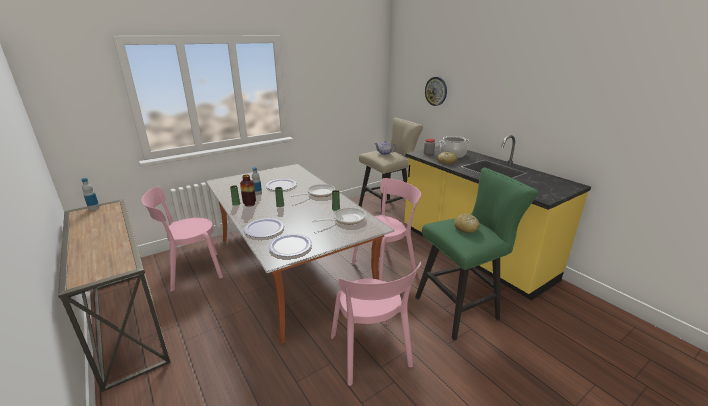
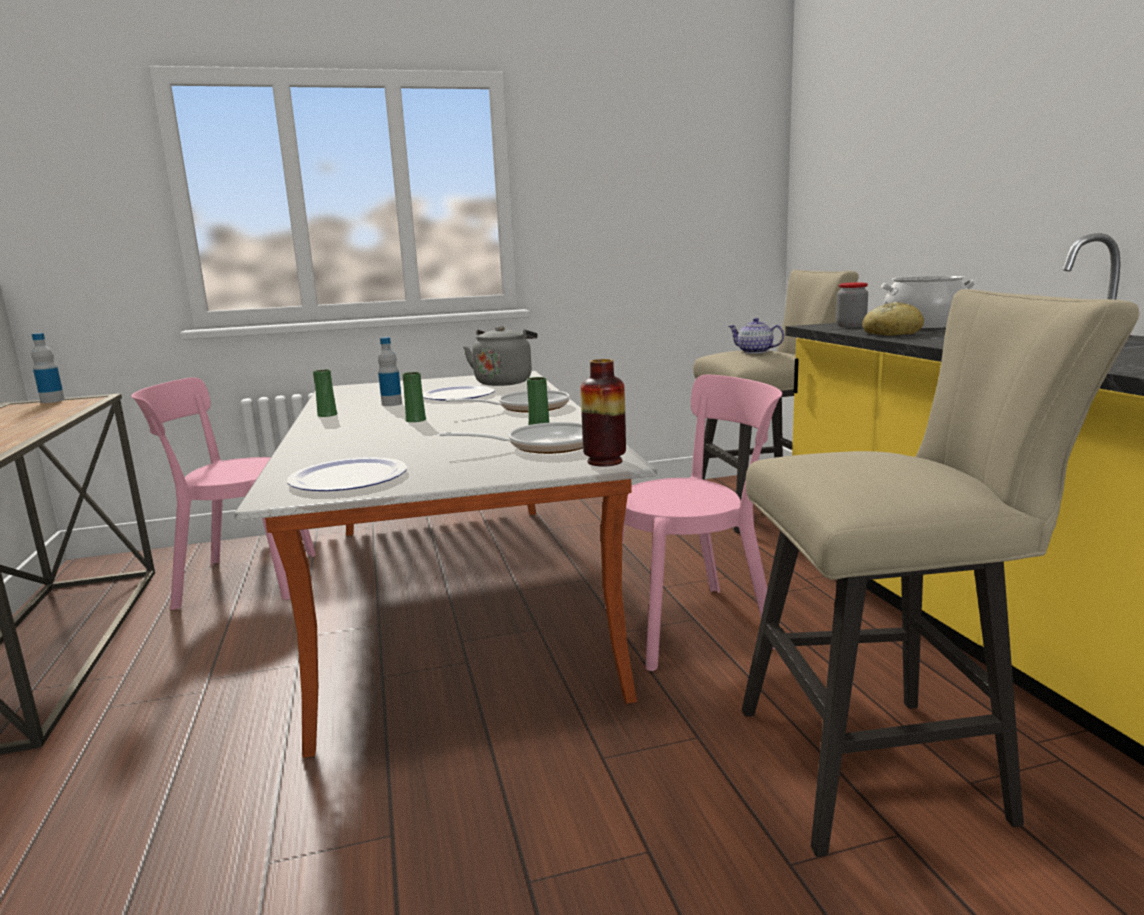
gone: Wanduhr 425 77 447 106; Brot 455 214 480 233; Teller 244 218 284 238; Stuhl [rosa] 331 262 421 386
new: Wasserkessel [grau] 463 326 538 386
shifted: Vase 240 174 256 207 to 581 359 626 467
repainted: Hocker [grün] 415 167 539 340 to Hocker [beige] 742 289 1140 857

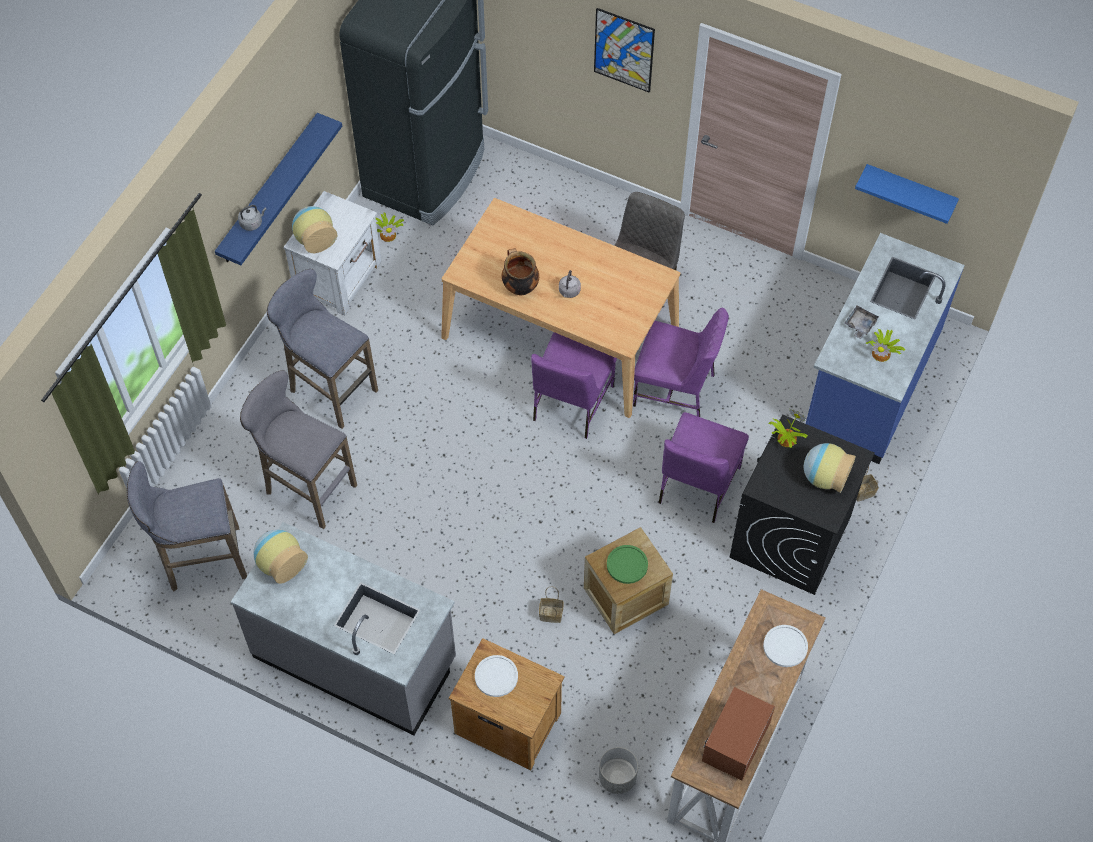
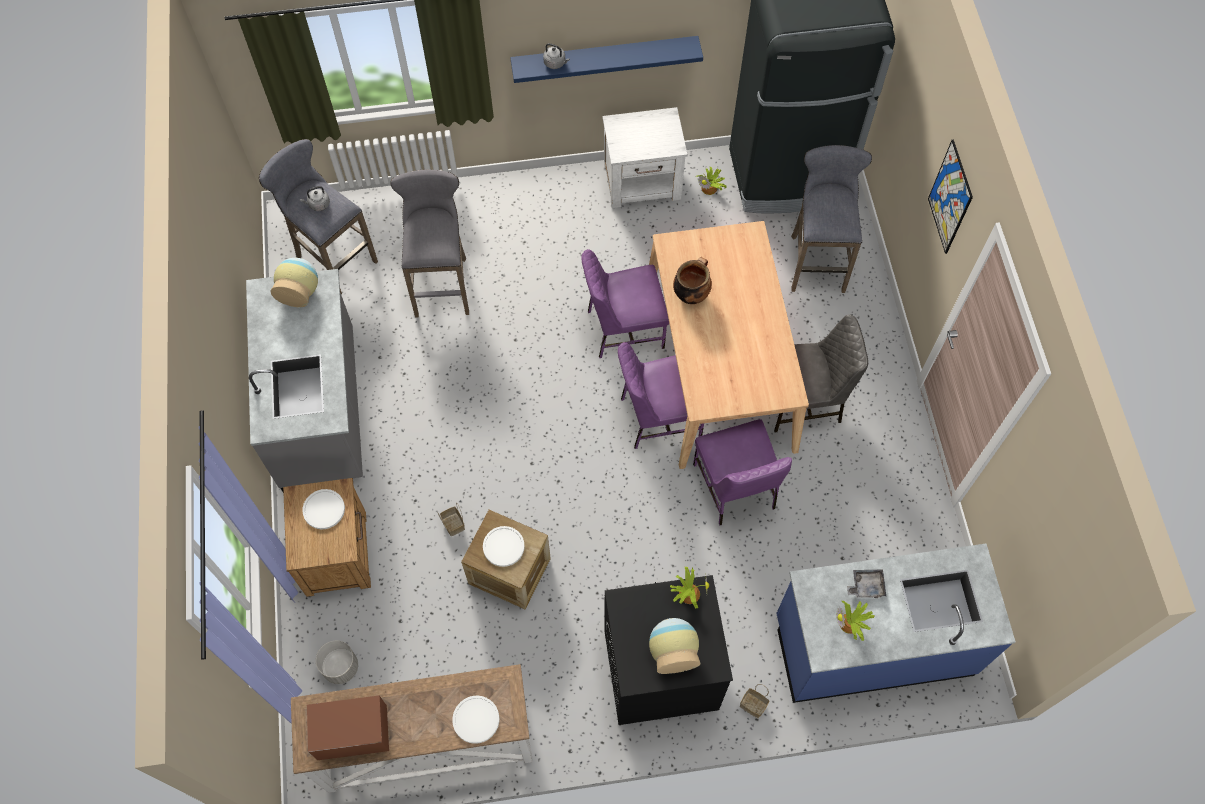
gone: Wandregal [blau] 855 164 959 224; Vase 292 206 337 253
shifted: Hocker [grau] 267 269 378 429 to 791 145 872 293; Wasserkessel [grau] 559 270 581 298 to 300 186 330 211; Stuhl [lila] 659 412 749 523 to 581 249 669 358
repainted: Teller [grün] 607 545 648 584 to Teller [weiß] 483 526 525 567

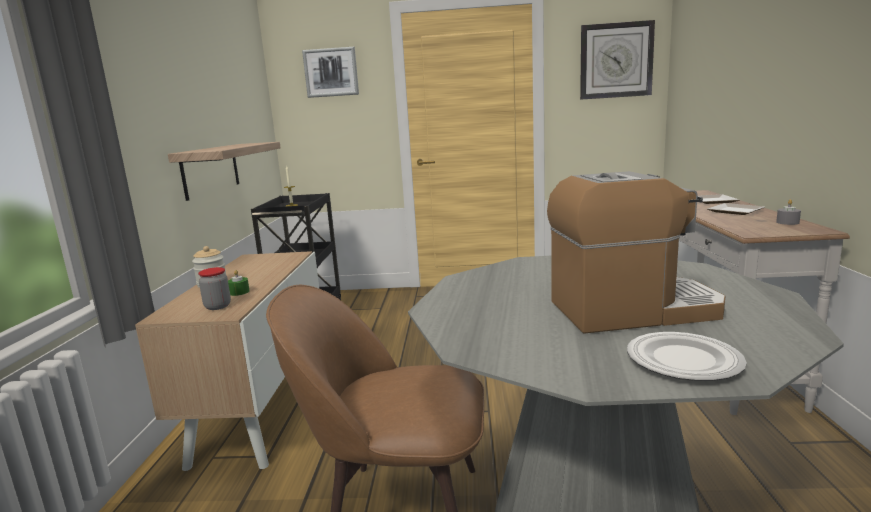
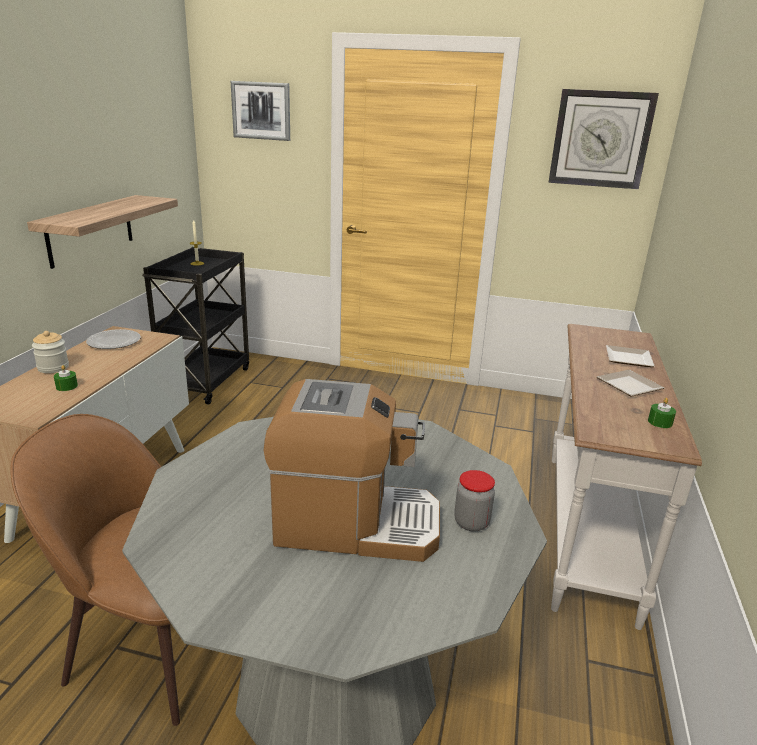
shifted: Vorratsglas 198 267 231 310 to 454 470 495 532; Teller 627 332 747 381 to 86 329 141 349
repainted: Kerze [grau] 776 200 801 225 to Kerze [grün] 648 398 676 428

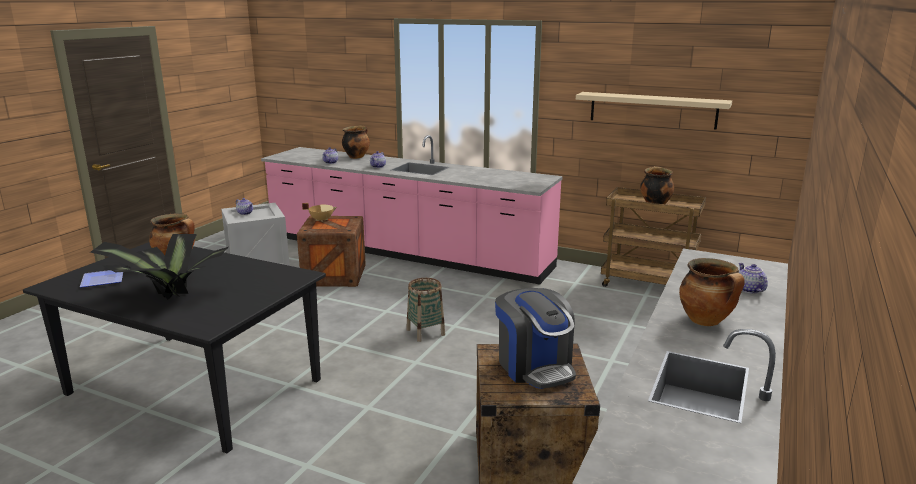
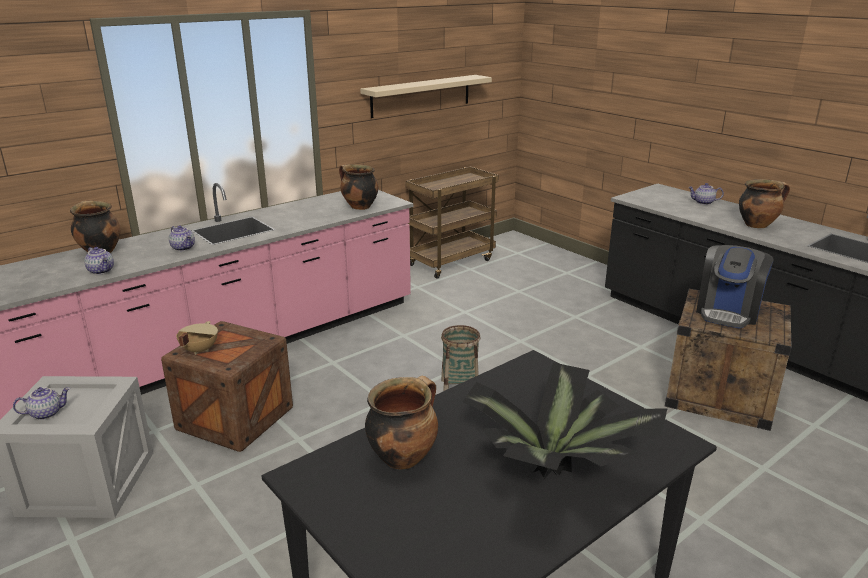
gone: Teller 80 270 123 287
shifted: Kochtopf 640 166 674 204 to 339 164 379 210
rotated: Kaffeemaschine 495 288 576 389 = 696 245 774 328 120 degrees clockwise

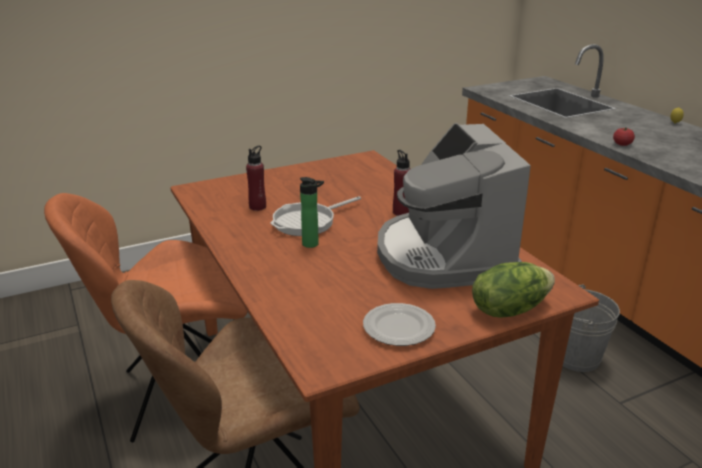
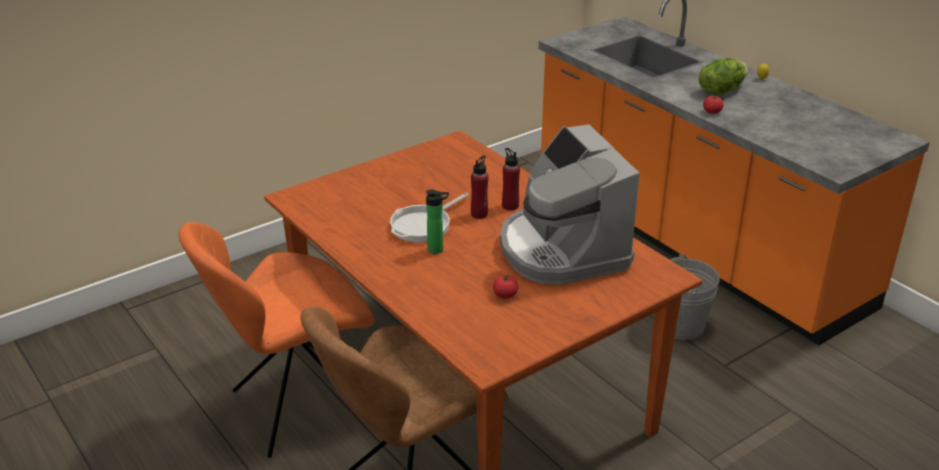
gone: Teller 363 303 436 346
new: Tomate 493 274 518 299
shifted: Flasche [rot] 246 146 266 211 to 471 155 488 219; Salatkopf 472 262 555 318 to 699 58 748 94

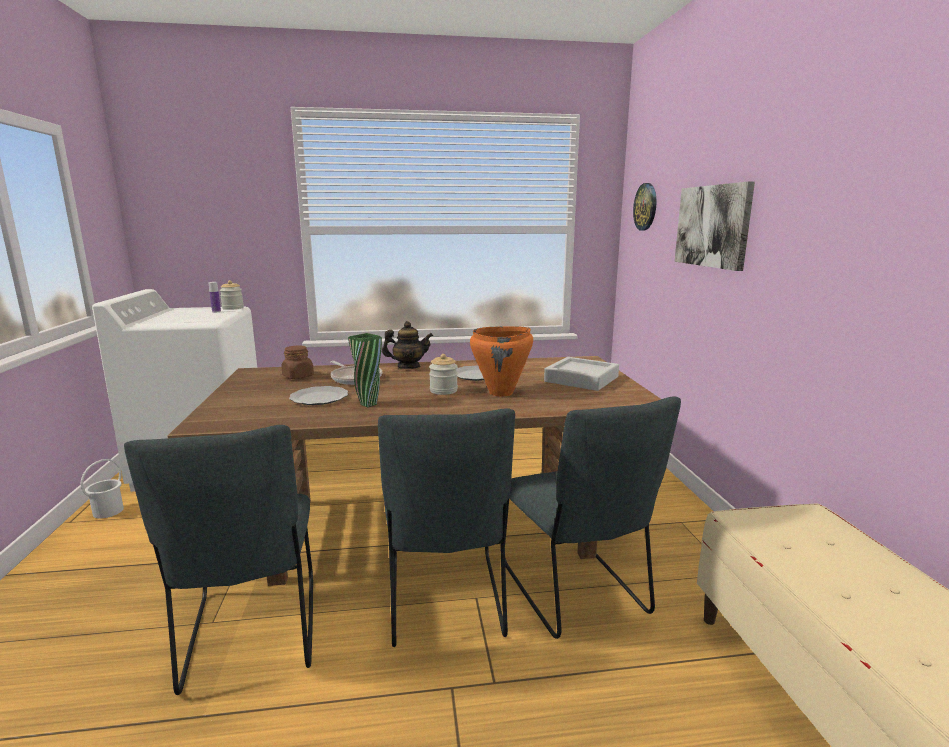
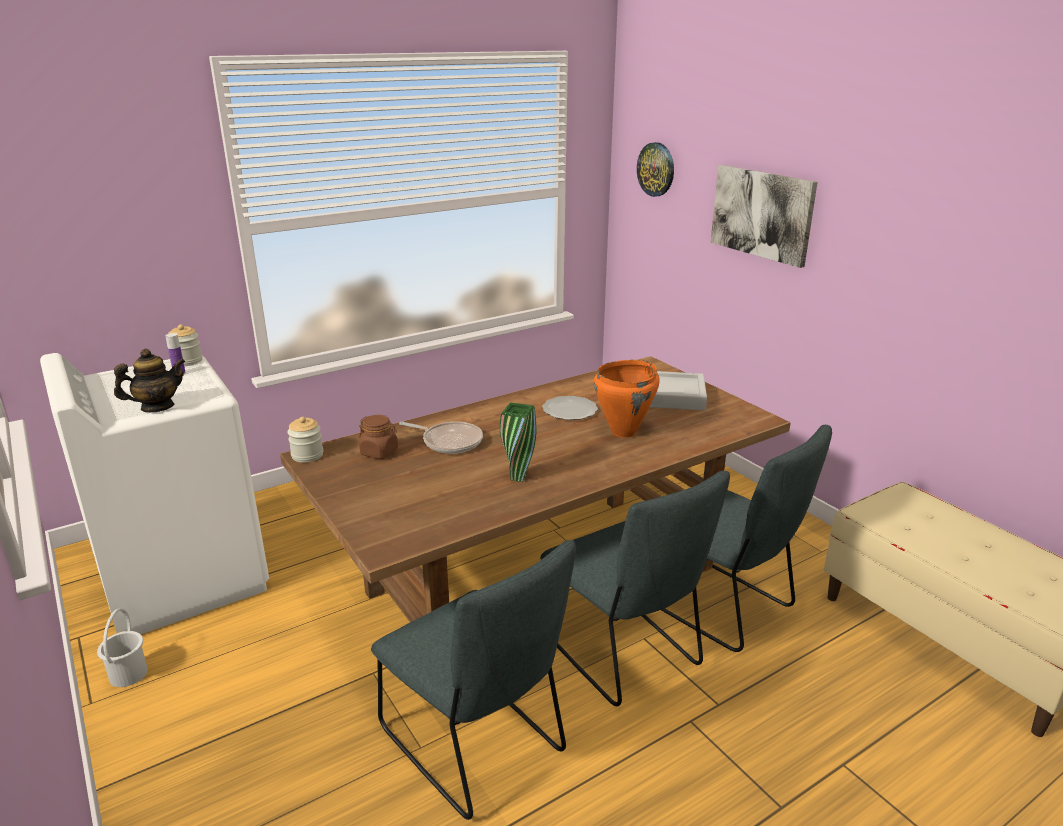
gone: Teller 289 386 348 405
shifted: Teekanne 382 321 433 369 to 114 348 185 412; Vorratsglas 429 354 458 395 to 287 417 323 463

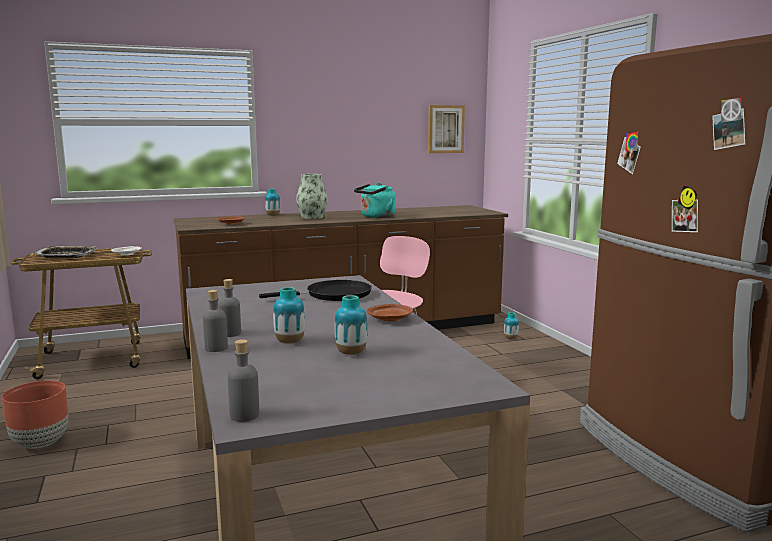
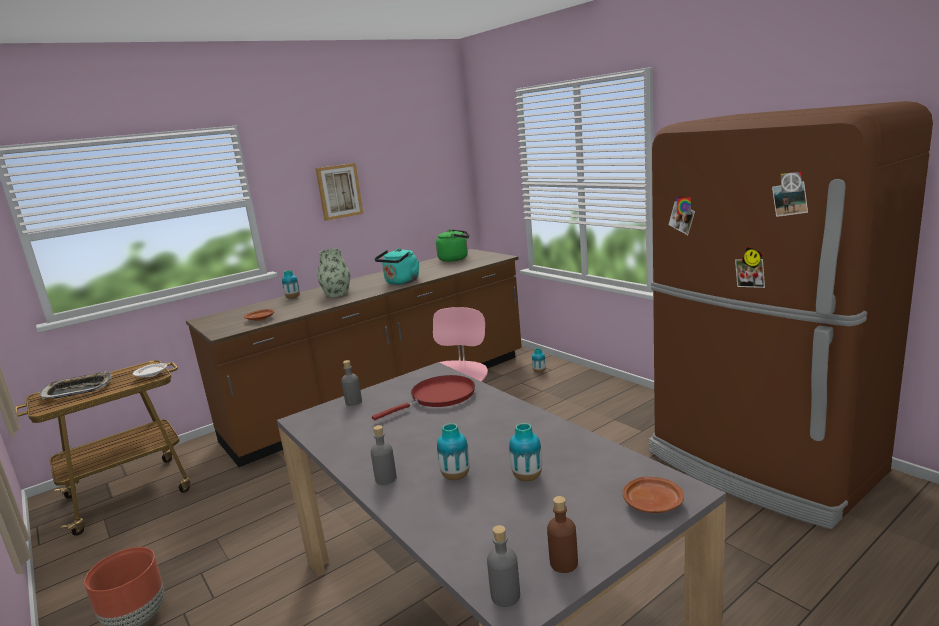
new: Wasserkessel [grün] 436 229 469 262; Flasche [braun] 547 496 578 573
shifted: Bild 428 105 465 153 to 315 163 363 221; Flasche [grau] 203 290 228 352 to 341 360 362 406; Teller [braun] 367 304 413 322 to 623 477 684 513
repainted: Pfanne [schwarz] 259 280 372 301 to Pfanne [rot] 372 375 475 420

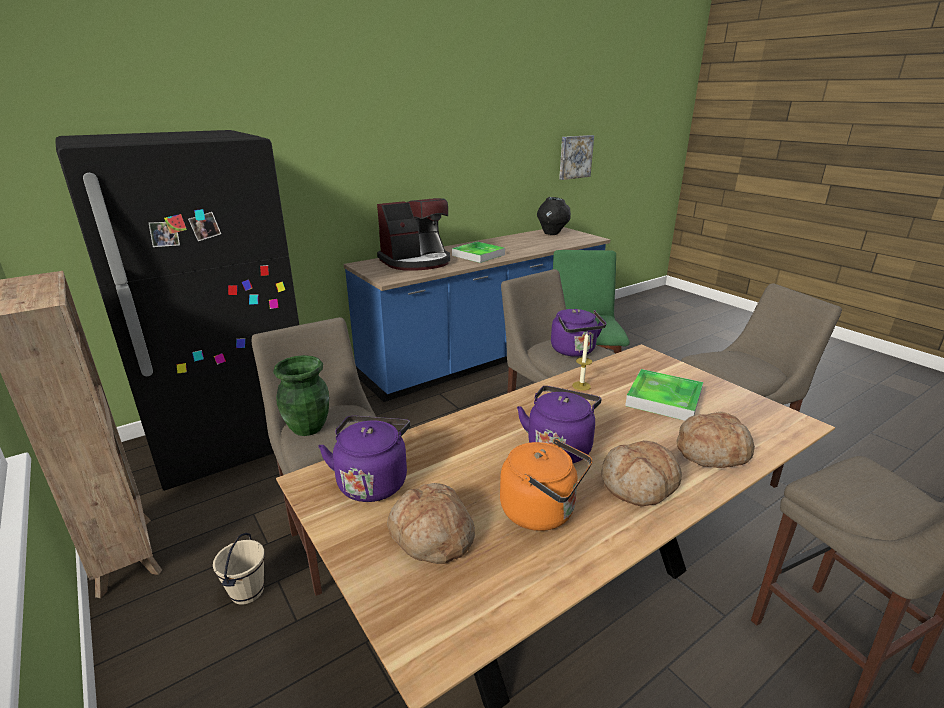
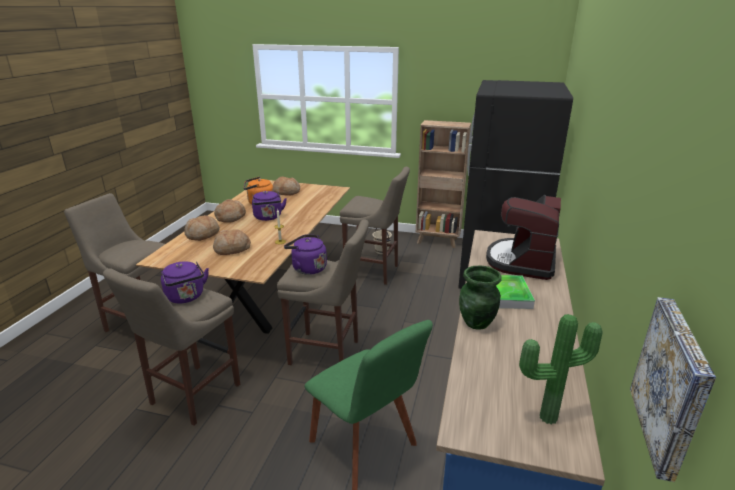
shifted: Vase [grün] 273 355 329 436 to 459 265 502 330; Wasserkessel [lila] 318 416 410 502 to 161 261 209 303
swapped: Vase [schwarz] 537 197 571 235 to Topfpflanze 519 314 603 425; Tablett 625 369 703 421 to Brot 213 229 251 255

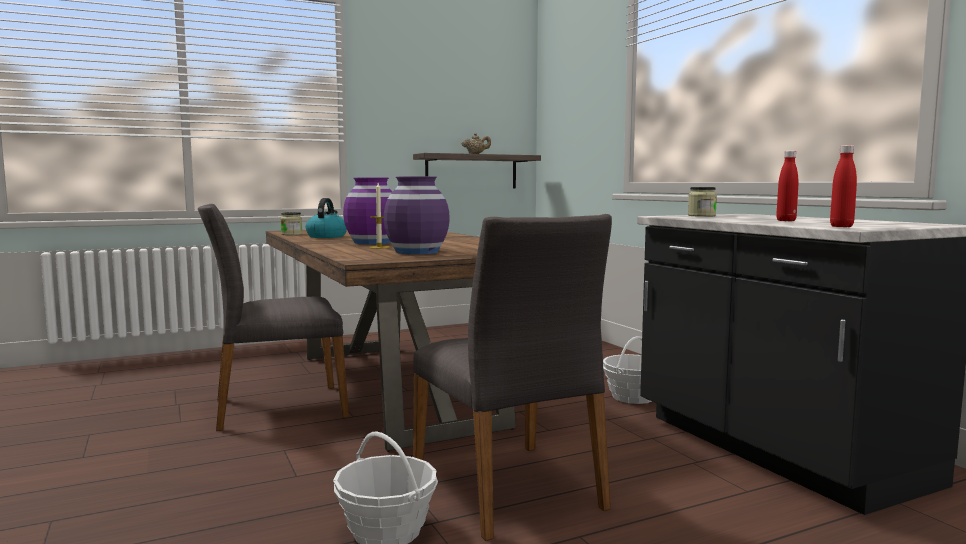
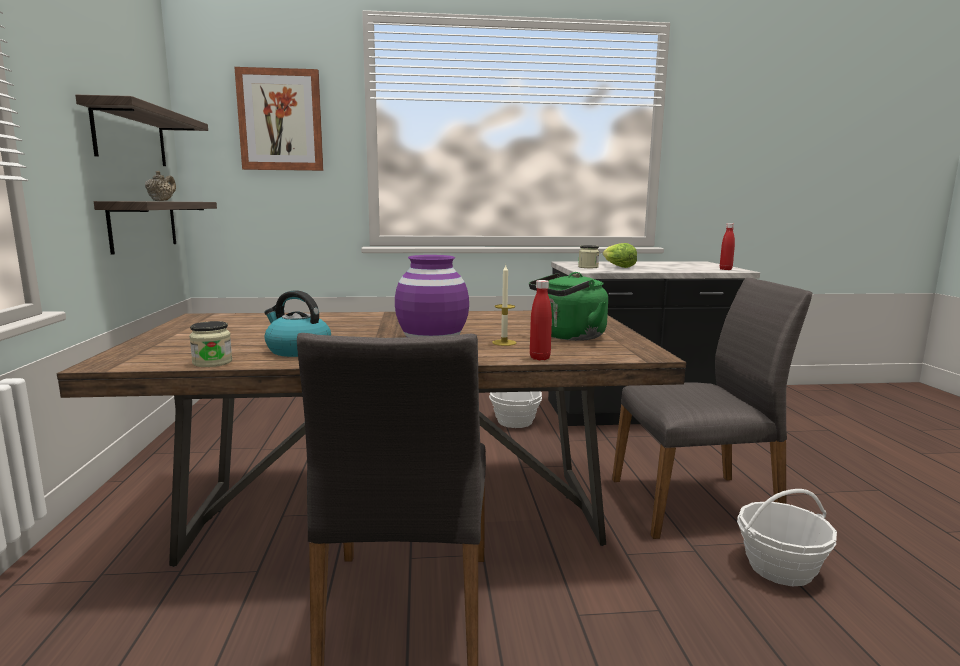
new: Bild 234 67 323 171; Wandregal 75 95 208 166; Salatkopf 603 243 637 268
shifted: Flasche [rot] 776 151 798 221 to 530 280 552 360
swapped: Vase [lila] 384 176 450 254 to Wasserkessel [grün] 529 272 608 341

